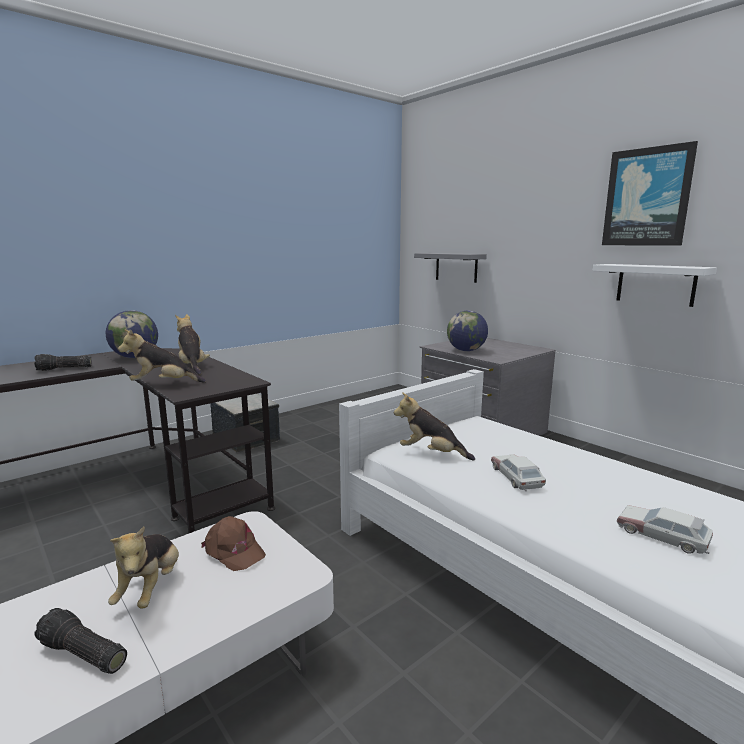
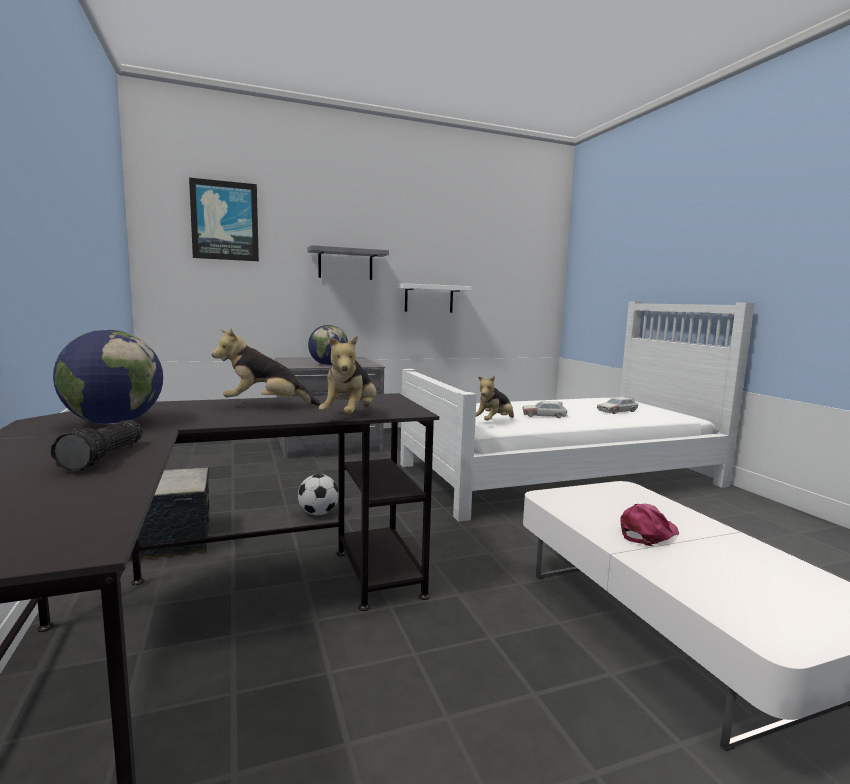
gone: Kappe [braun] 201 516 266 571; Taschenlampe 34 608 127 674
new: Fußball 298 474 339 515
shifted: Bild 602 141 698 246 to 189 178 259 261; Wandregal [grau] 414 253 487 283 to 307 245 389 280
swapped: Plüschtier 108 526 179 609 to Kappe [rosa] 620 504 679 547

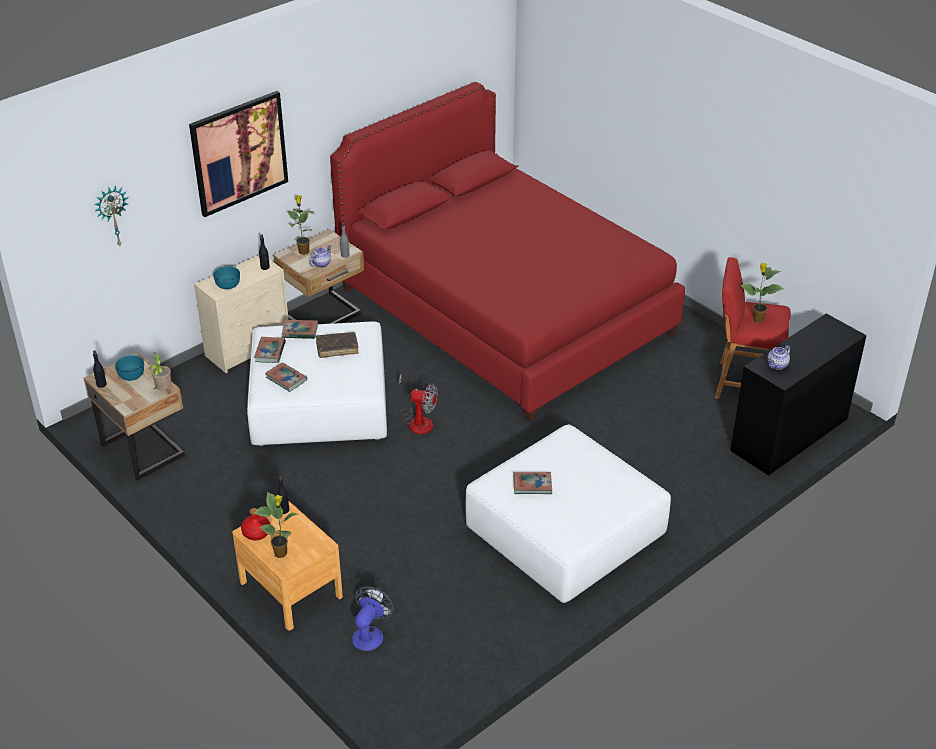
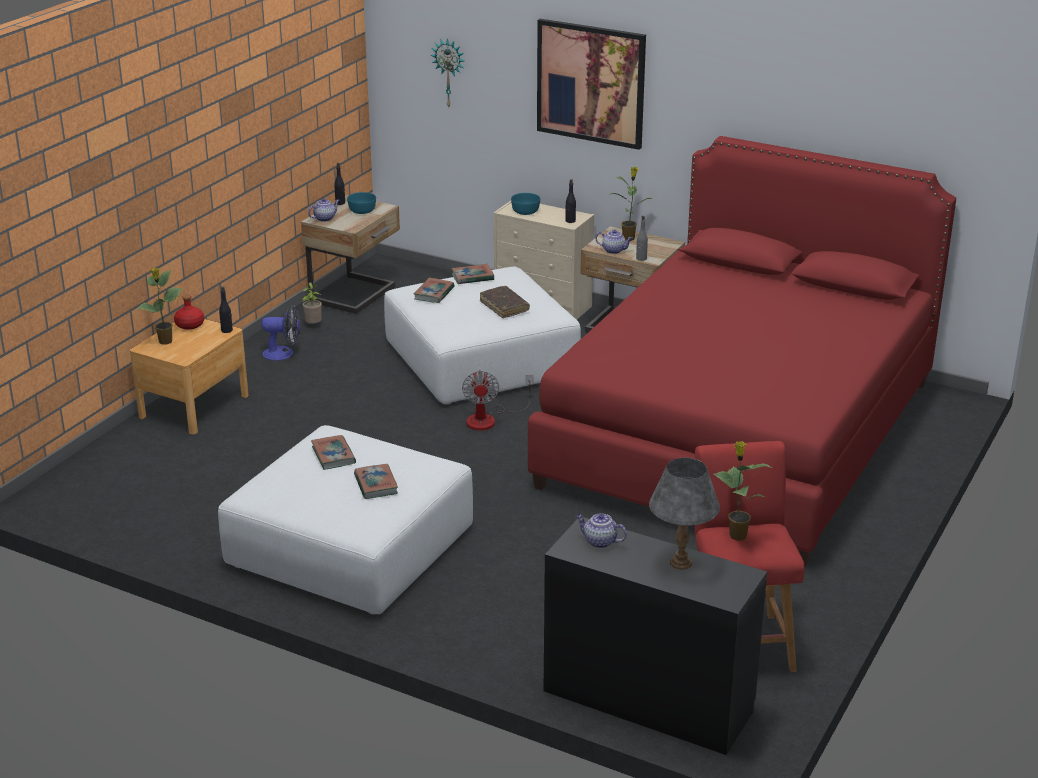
new: Teekanne 308 198 339 222; Tischlampe [grau] 649 458 720 570
shifted: Buch 282 320 318 339 to 354 464 398 499; Topfpflanze 148 352 172 390 to 302 282 322 324; Ventilator 352 587 394 651 to 261 305 300 361

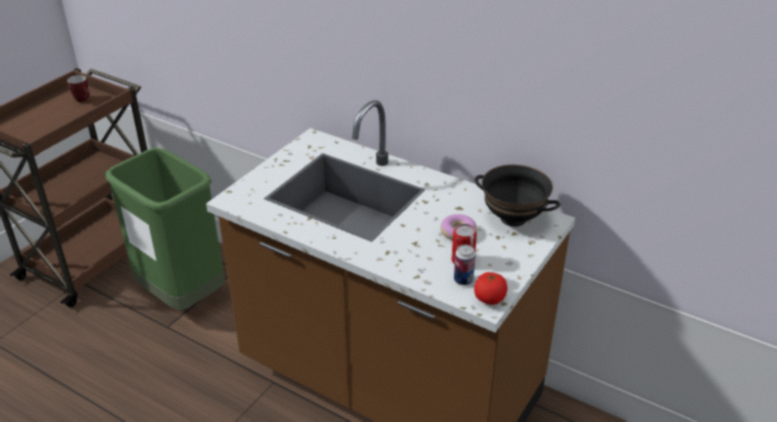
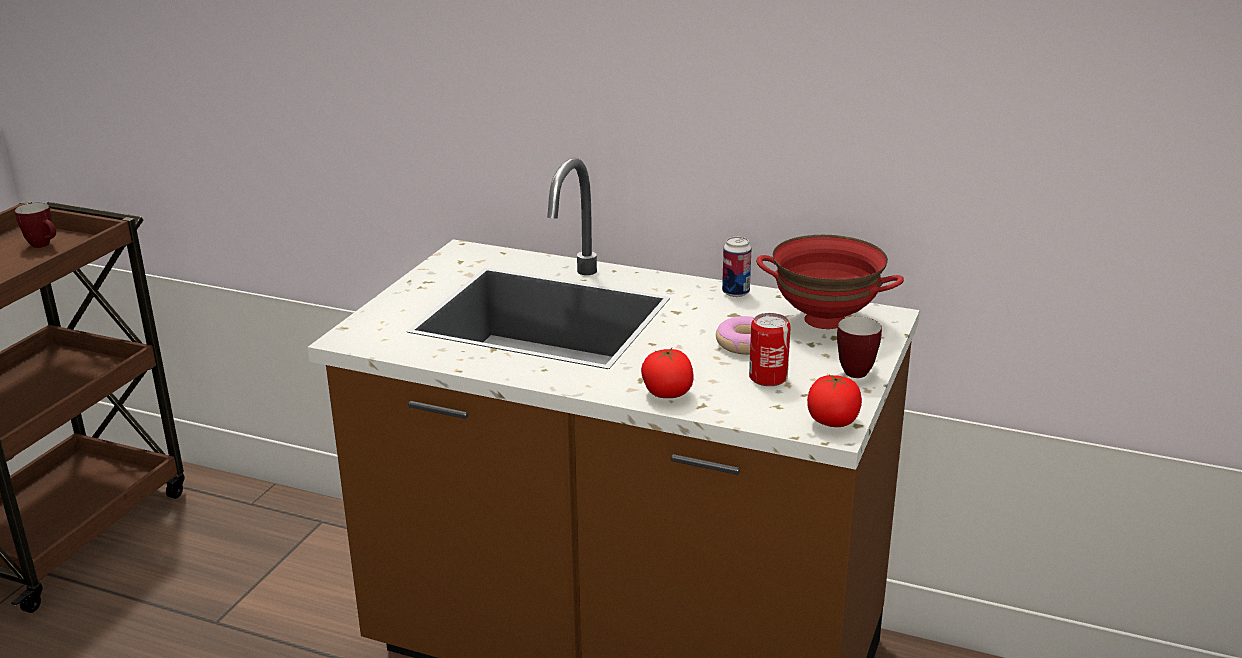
gone: Mülleimer [grün] 105 148 225 310
new: Henkelbecher 837 316 882 378; Tomate 641 348 693 398
shifted: Dose 454 244 475 285 to 722 237 752 297
repainted: Schüssel [schwarz] 475 165 560 227 to Schüssel [rot] 756 235 904 329

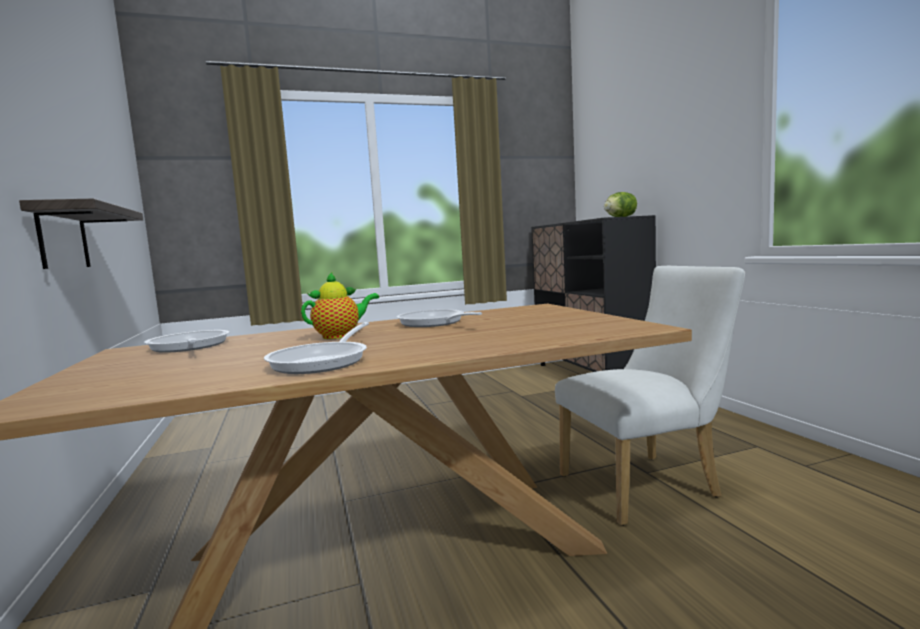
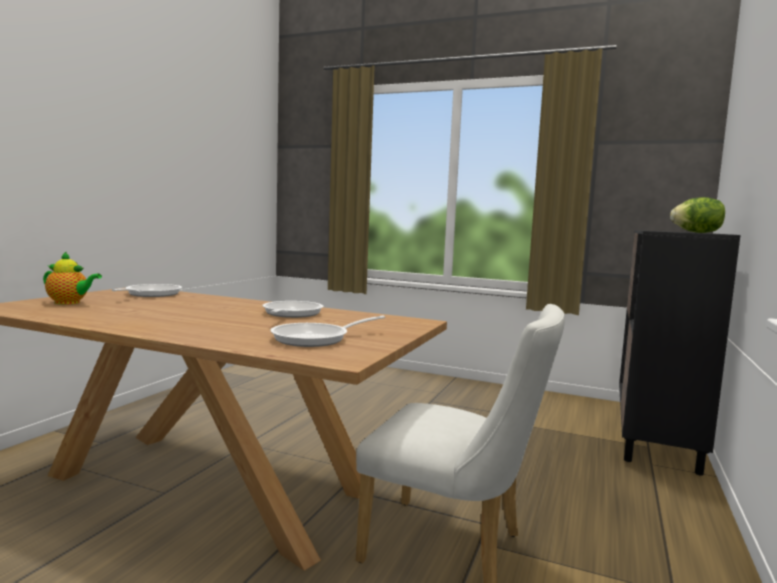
gone: Wandregal 19 198 143 269
shifted: Teekanne 301 271 379 339 to 43 251 102 304; Pfanne 264 322 369 374 to 270 316 385 347

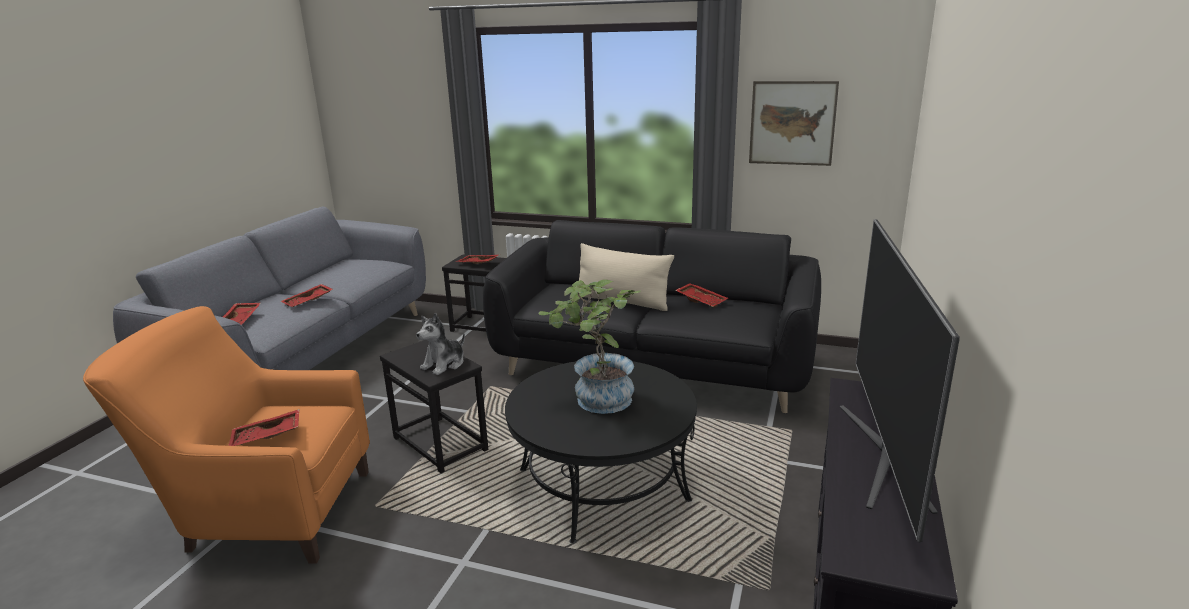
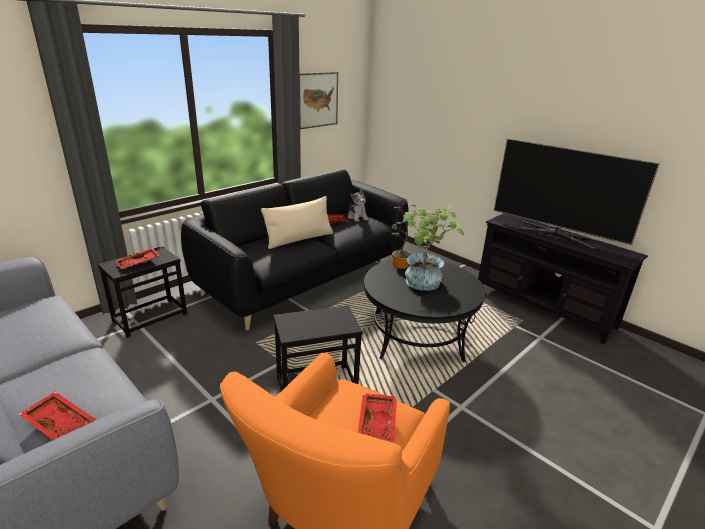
gone: Tablett [rot] 281 284 333 307
new: Topfpflanze 391 205 417 269
shifted: Plüschtier 416 313 465 375 to 348 189 368 222

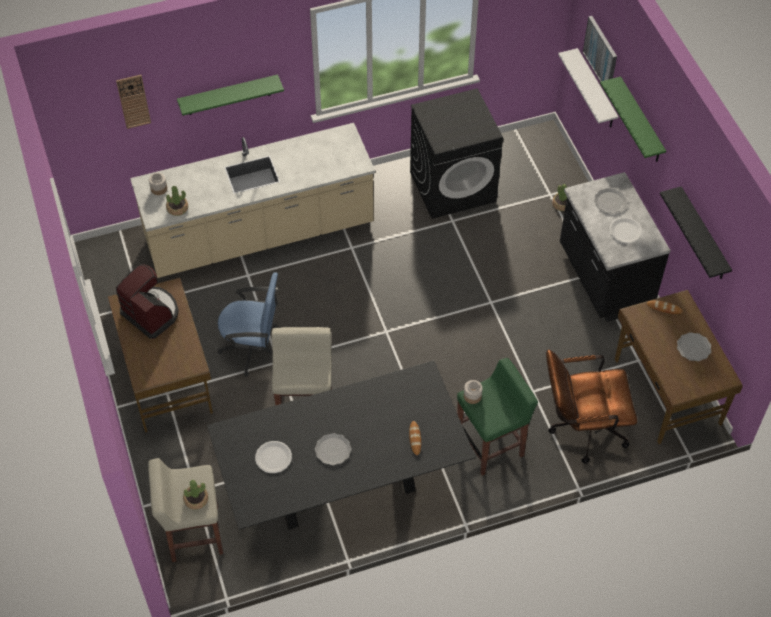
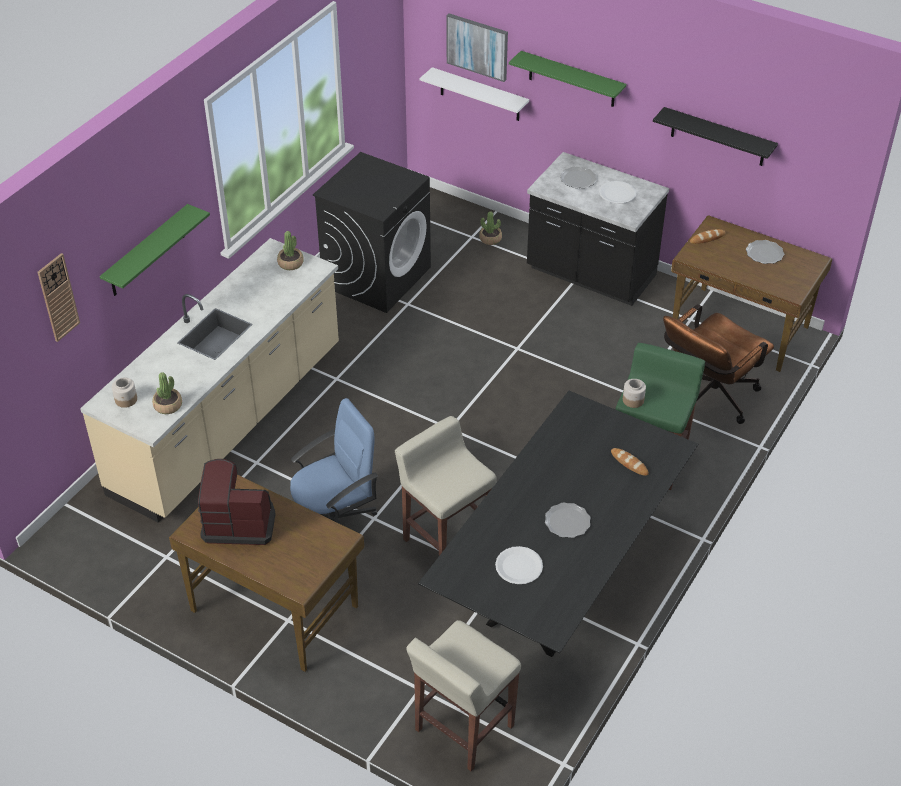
shifted: Topfpflanze 183 480 208 510 to 277 231 304 270

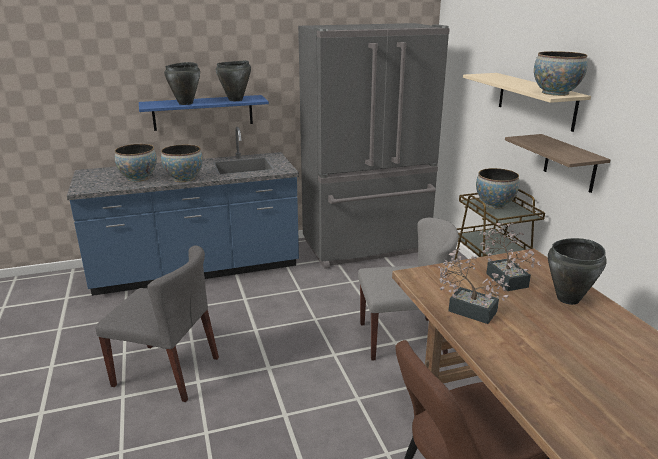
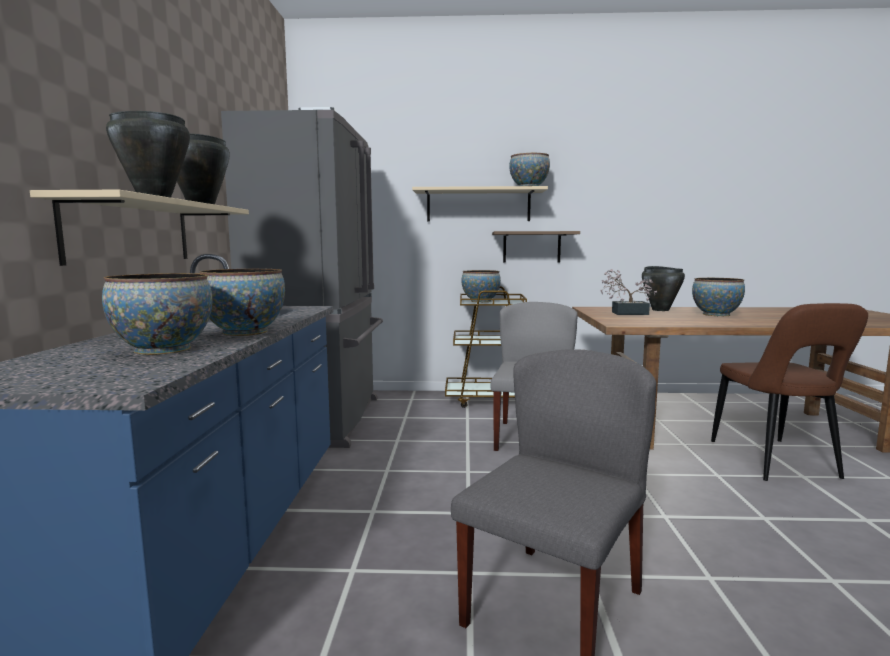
gone: Topfpflanze 438 248 510 324
new: Schüssel 692 278 745 316
repainted: Wandregal [blau] 139 95 269 131 to Wandregal [beige] 30 190 249 266

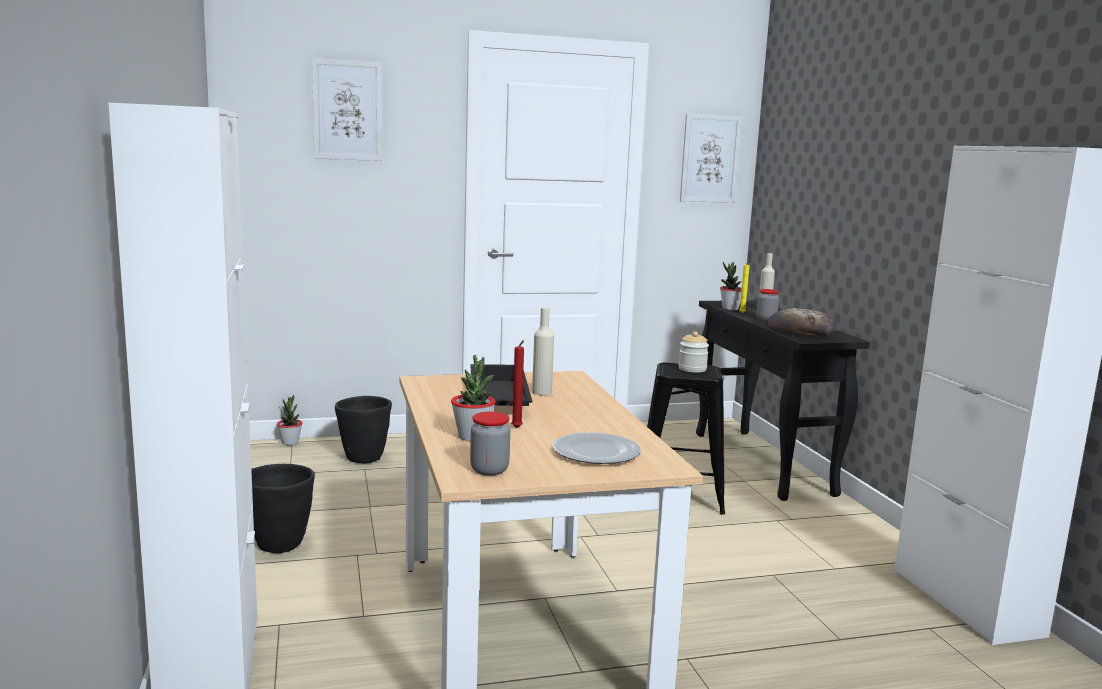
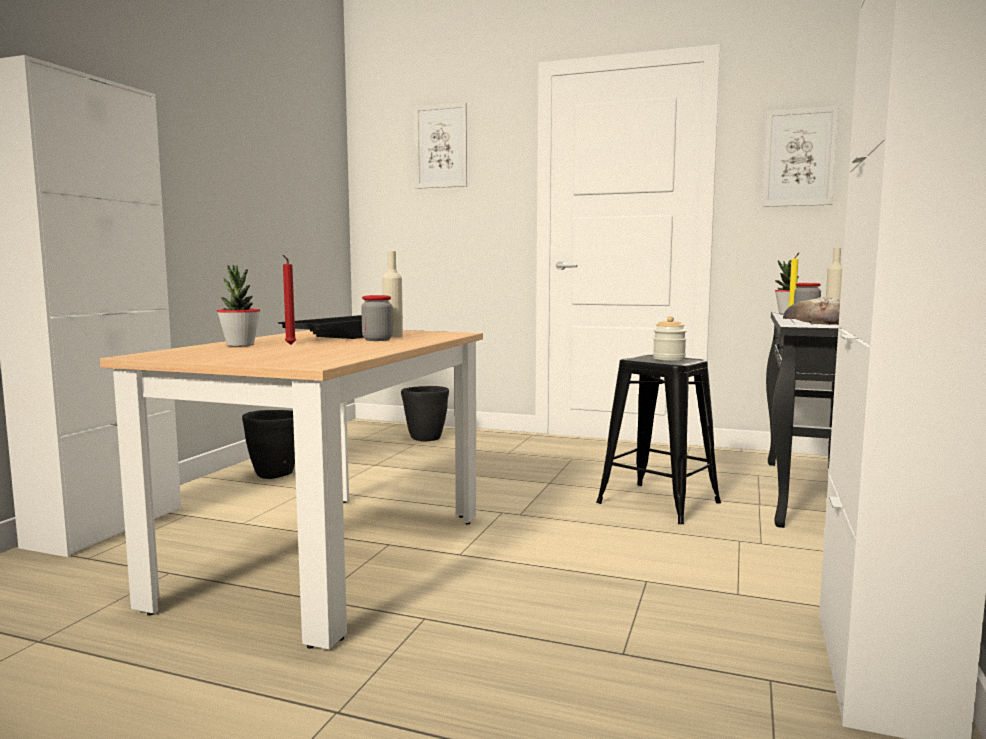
gone: Topfpflanze 277 394 302 446; Teller 552 432 641 464
shifted: Vorratsglas 470 411 510 476 to 361 295 393 341

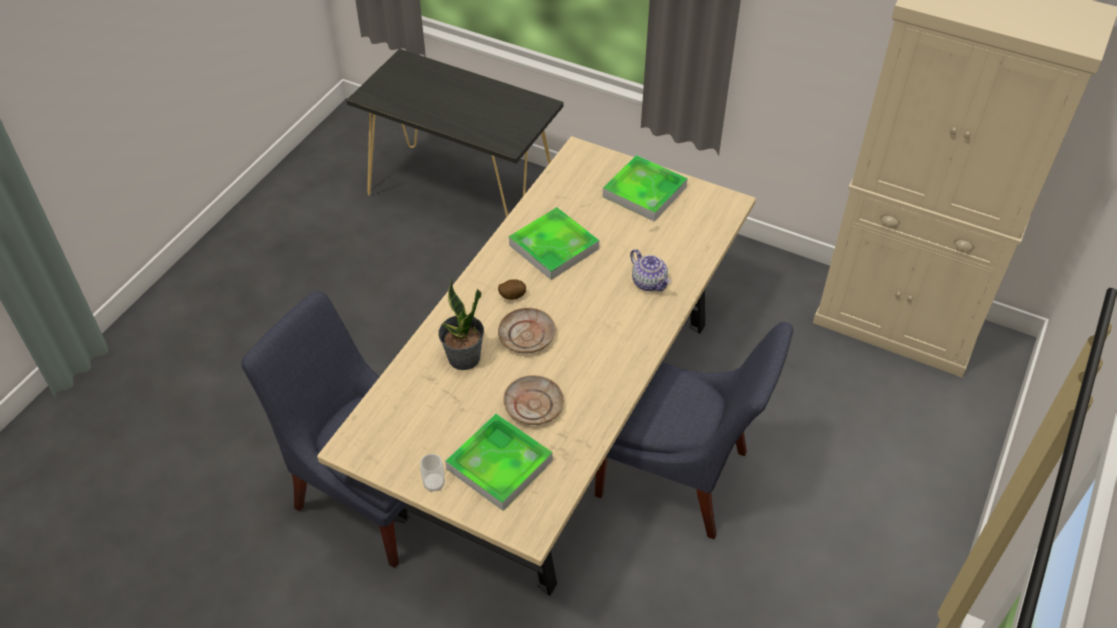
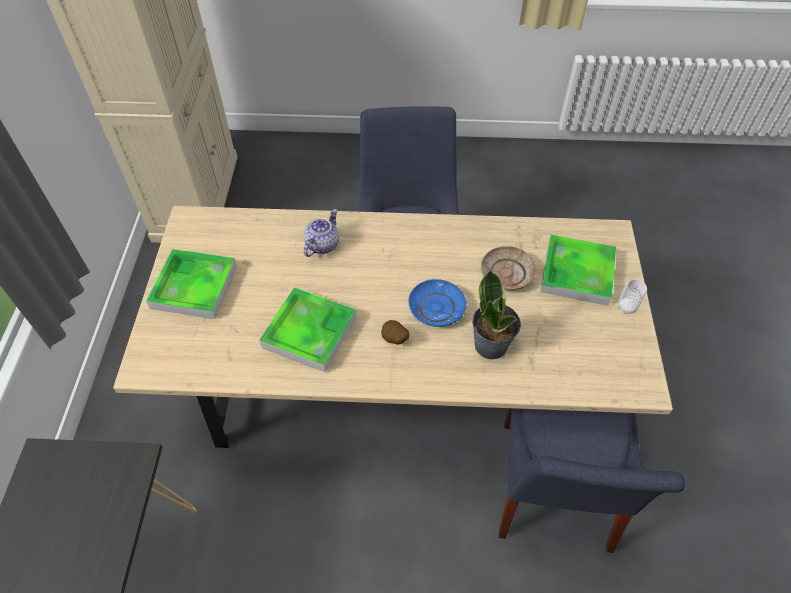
repainted: Teller [beige] 498 308 555 353 to Teller [blau] 408 279 467 327

